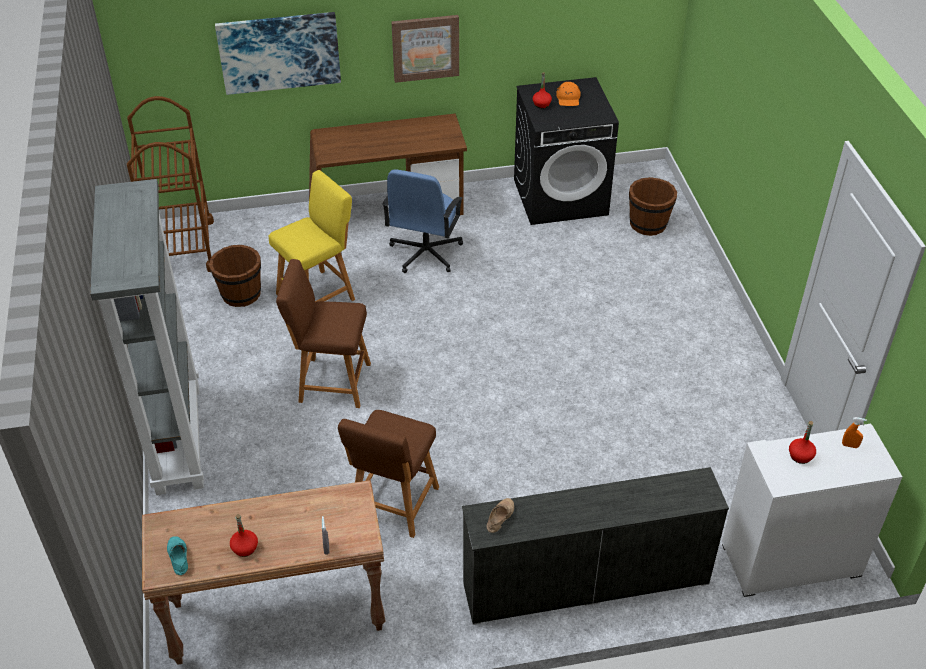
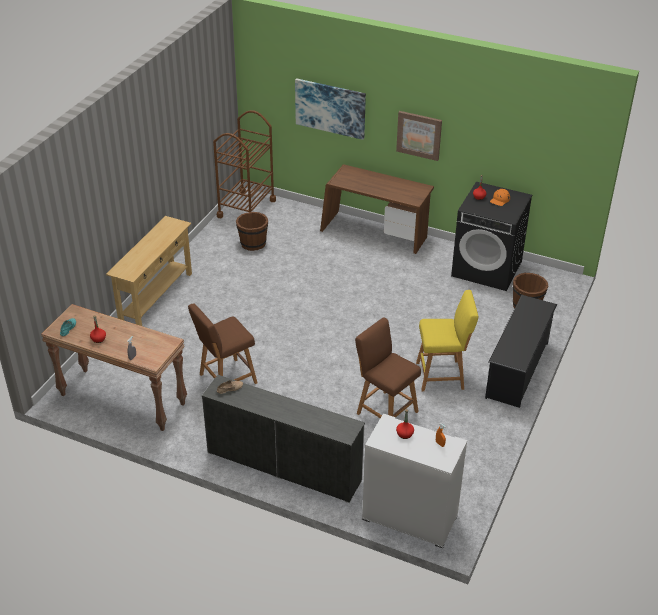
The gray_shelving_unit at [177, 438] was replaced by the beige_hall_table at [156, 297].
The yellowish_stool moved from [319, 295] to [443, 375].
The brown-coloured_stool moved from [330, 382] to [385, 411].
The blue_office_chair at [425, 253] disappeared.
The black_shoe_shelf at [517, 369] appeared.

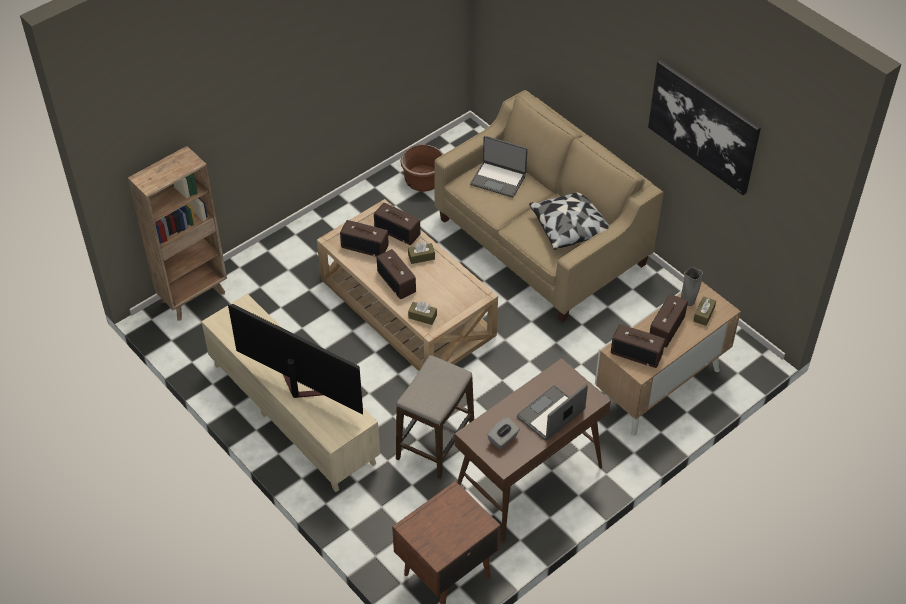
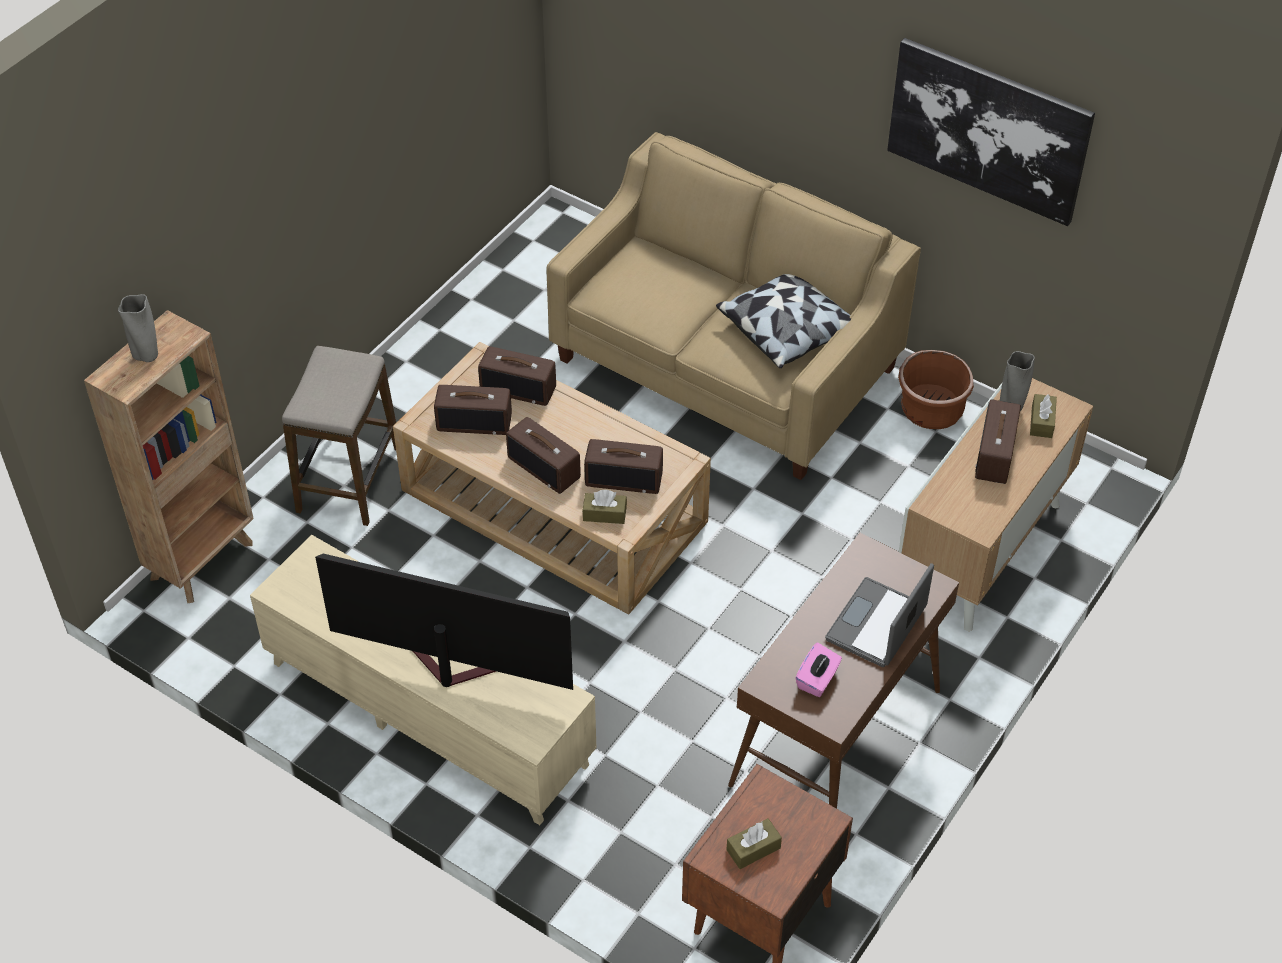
The stool moved from [435, 443] to [348, 480].
The brown-coloured_flower_pot moved from [423, 181] to [931, 410].
The brown-coloured_tissue_box moved from [421, 257] to [753, 849].
The laptop at [498, 179] disappeared.
The gray_tissue_box at [503, 439] became the pinkish_tissue_box at [817, 680].
The radio_set moved from [637, 353] to [624, 478].
The gray_decorative_vase at [146, 356] appeared.

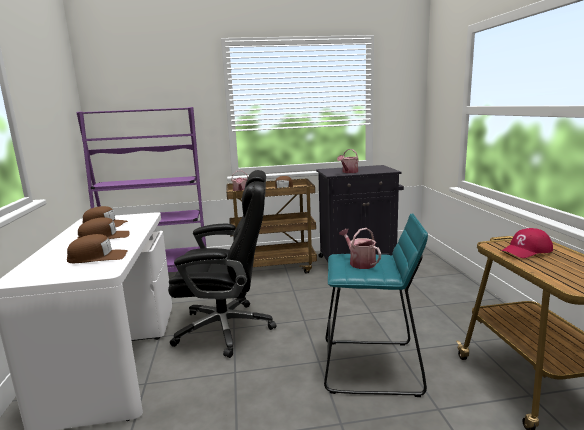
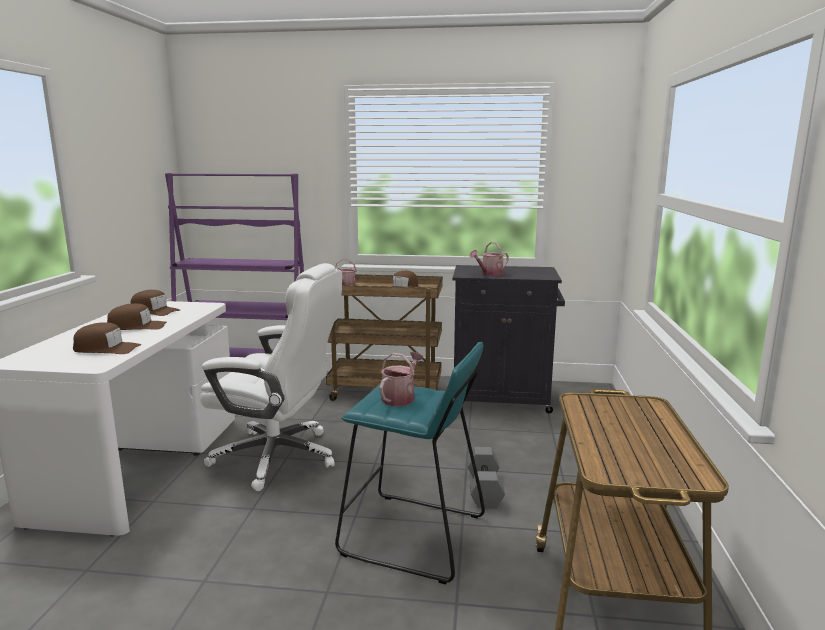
The black_office_chair at [227, 328] became the whitish_office_chair at [278, 457].
The sprinkling_can at [360, 263] turned 45 degrees clockwise.
The red_baseball_cap at [526, 250] disappeared.
The gray_free_weight at [483, 489] appeared.

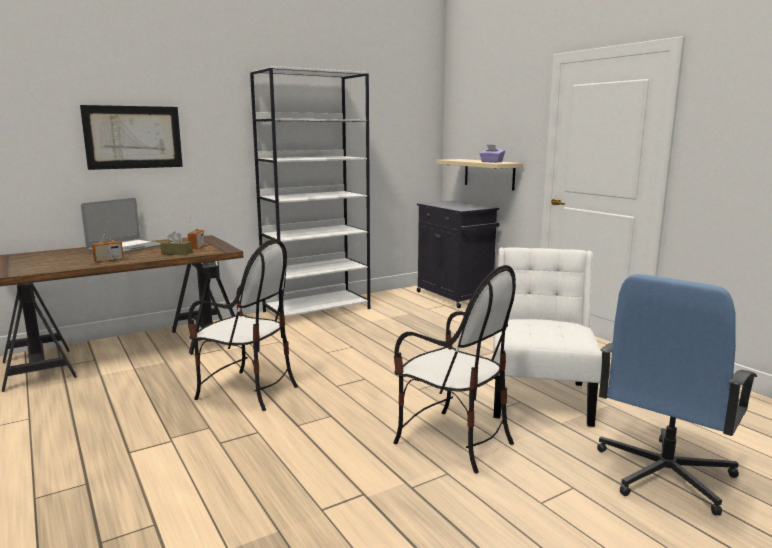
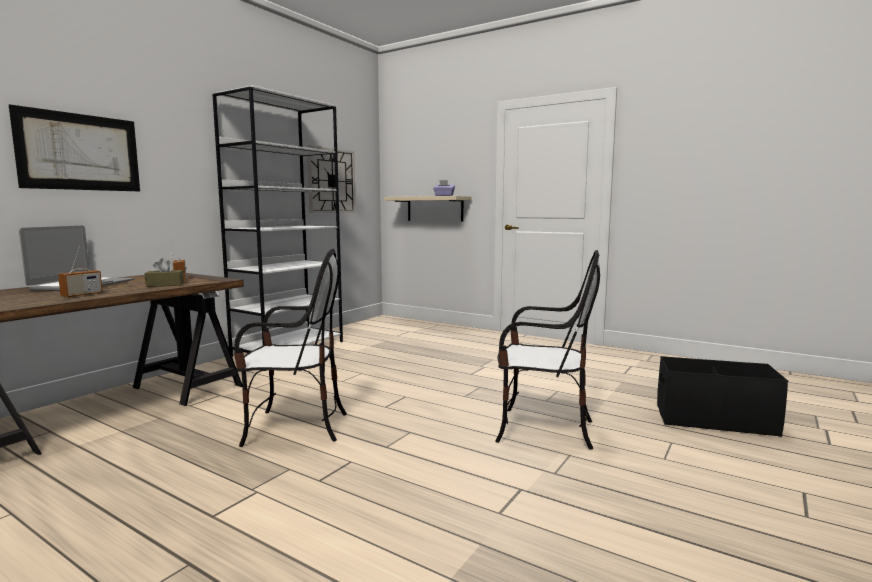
The black_cabinet at [455, 297] disappeared.
The whitish_plain_chair at [539, 397] disappeared.
The blue_office_chair at [663, 474] was replaced by the black_storage_container at [714, 420].
The clock_on_the_wall at [331, 181] appeared.

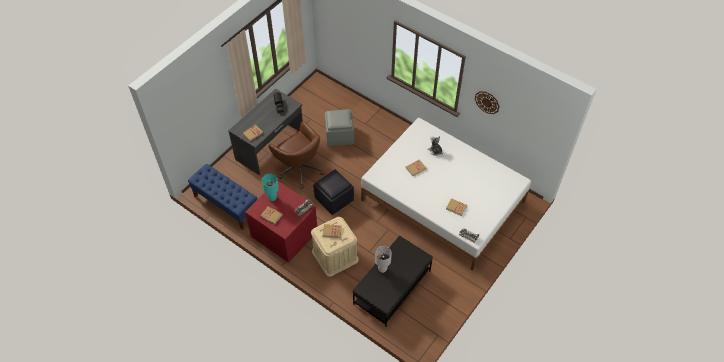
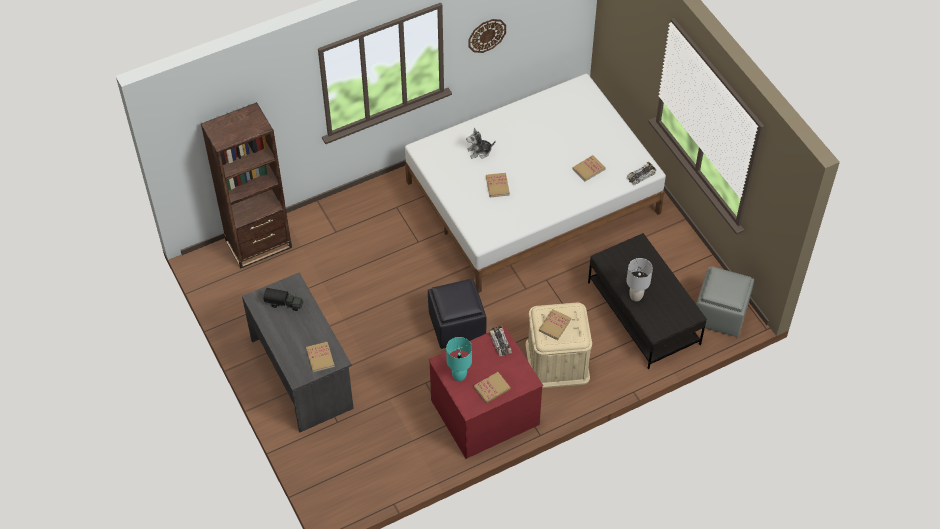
The blue_long_seat at [226, 204] disappeared.
The brown-coloured_office_chair at [300, 169] disappeared.
The gray_footrest moved from [340, 135] to [719, 313].
The brown-coloured_shelving_unit at [259, 244] appeared.

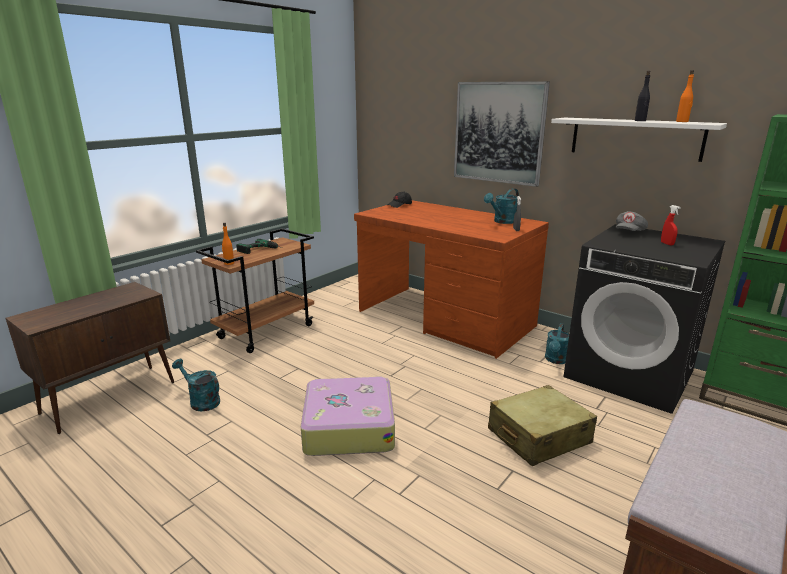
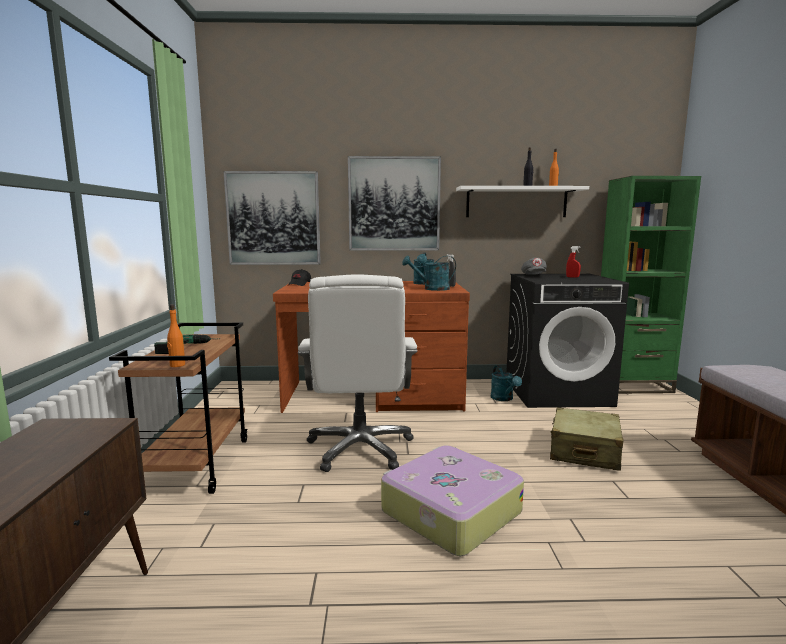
The turquoise-coloured_sprinkling_can moved from [201, 401] to [431, 289].
The wall_picture at [273, 218] appeared.
The whitish_office_chair at [360, 448] appeared.

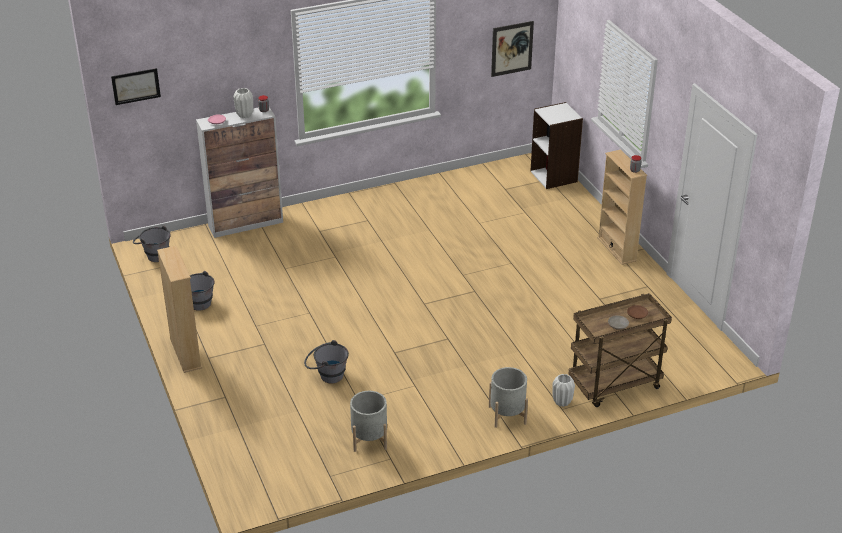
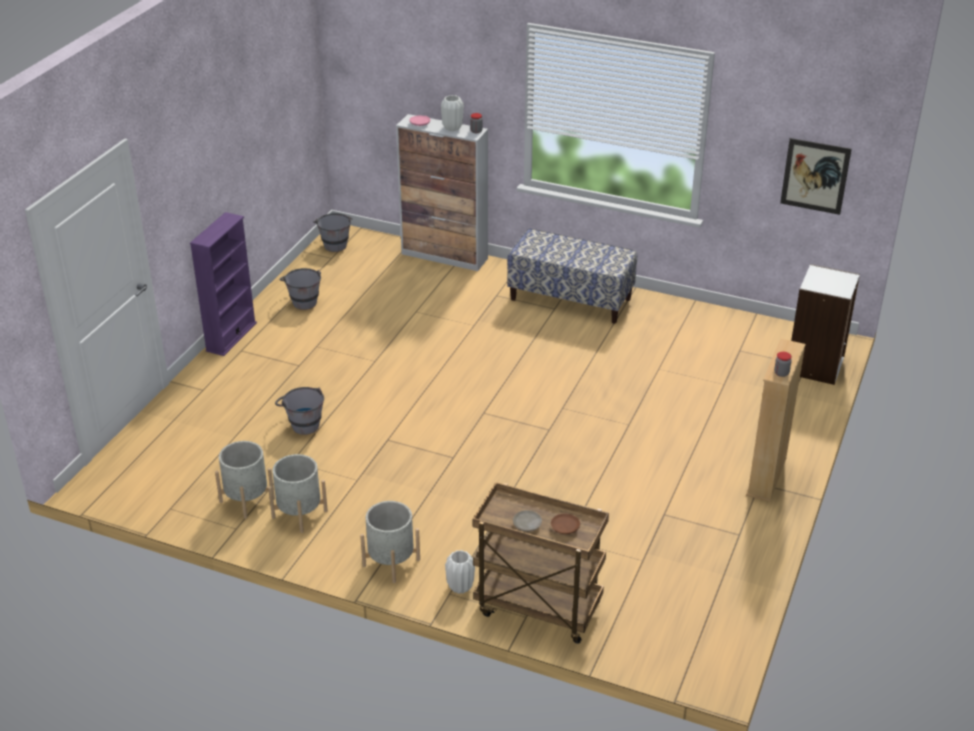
The wall_picture at [136, 86] disappeared.
The beige_shelving_unit at [185, 353] became the purplish_shelving_unit at [231, 337].
The gray_flower_pot at [299, 514] appeared.
The long_seat at [571, 299] appeared.

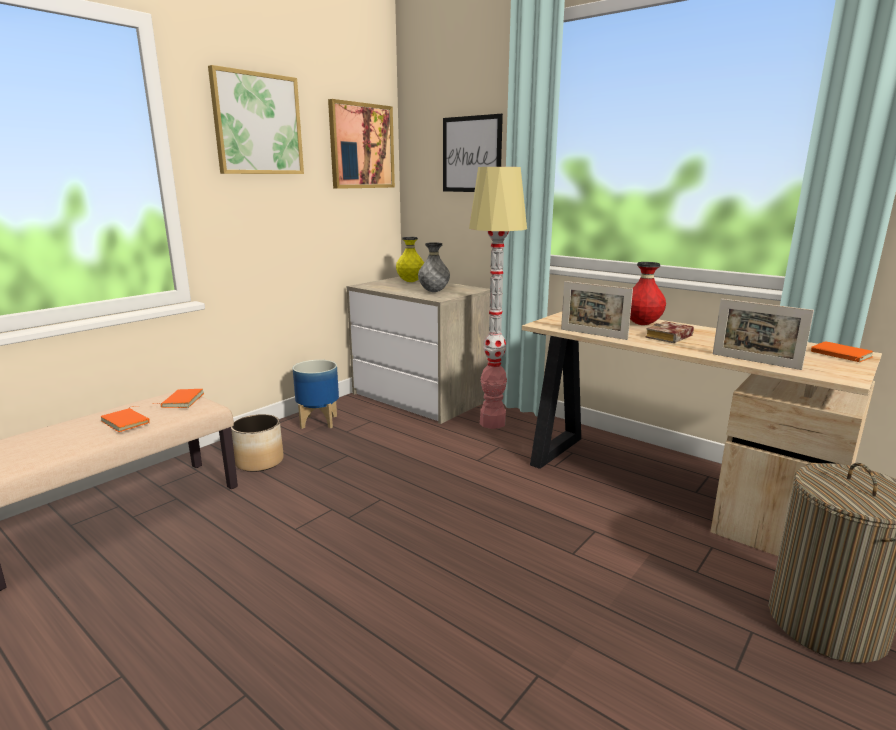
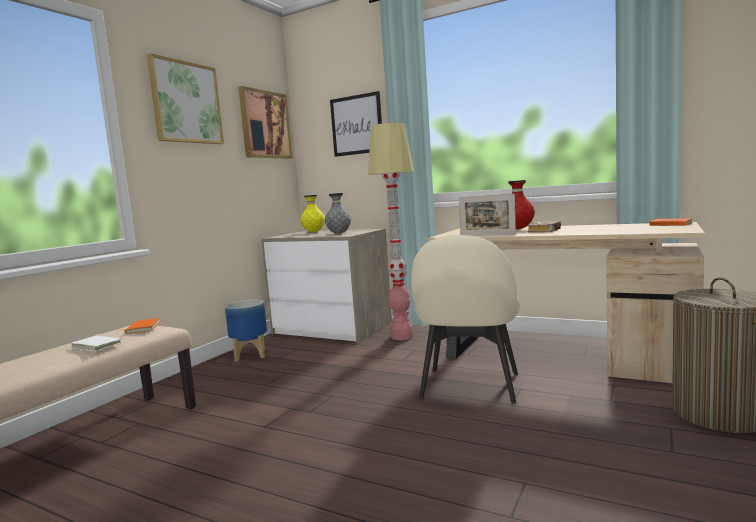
The orange-coloured_volume at [127, 422] became the whitish_volume at [98, 345].
The flower_pot at [260, 462] disappeared.
The photo_frame at [755, 361] disappeared.
The beige_plain_chair at [469, 387] appeared.

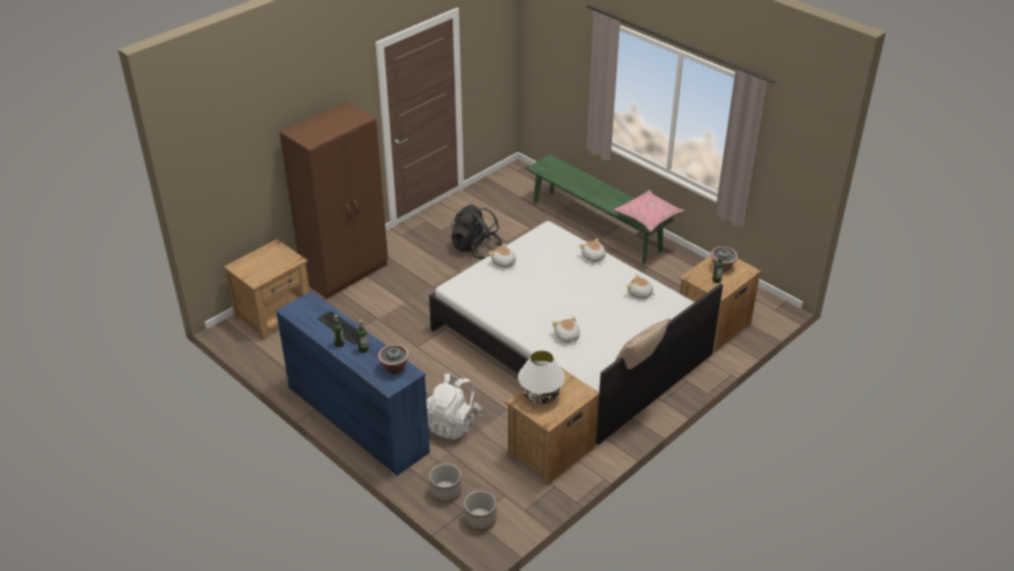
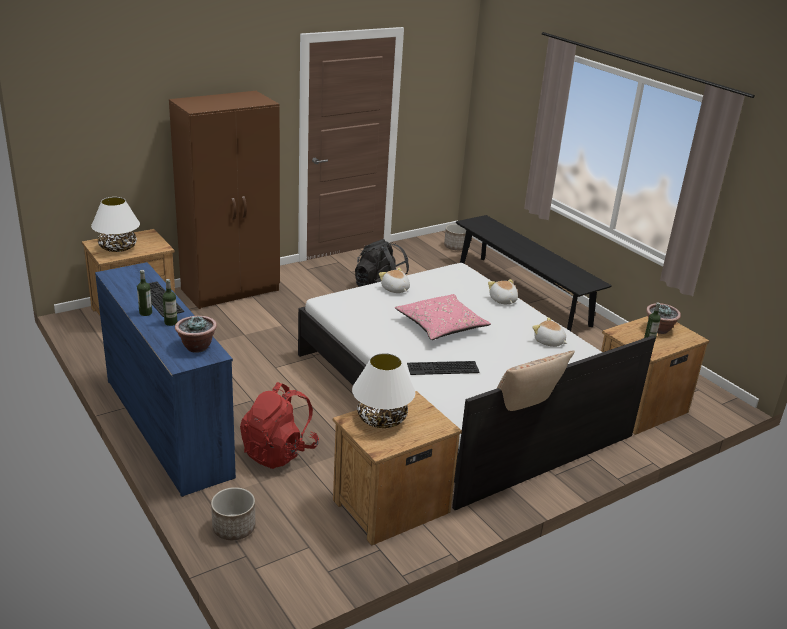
The whitish_backpack at [452, 423] became the red_backpack at [279, 452].
The flower_pot moved from [480, 520] to [455, 247].
The green-coloured_long_seat at [596, 226] became the black_long_seat at [522, 293].
The plush_toy at [566, 337] was replaced by the keyboard at [442, 369].
The pinkish_pillow moved from [648, 217] to [441, 326].
The whitish_lamp_for_a_table at [118, 247] appeared.

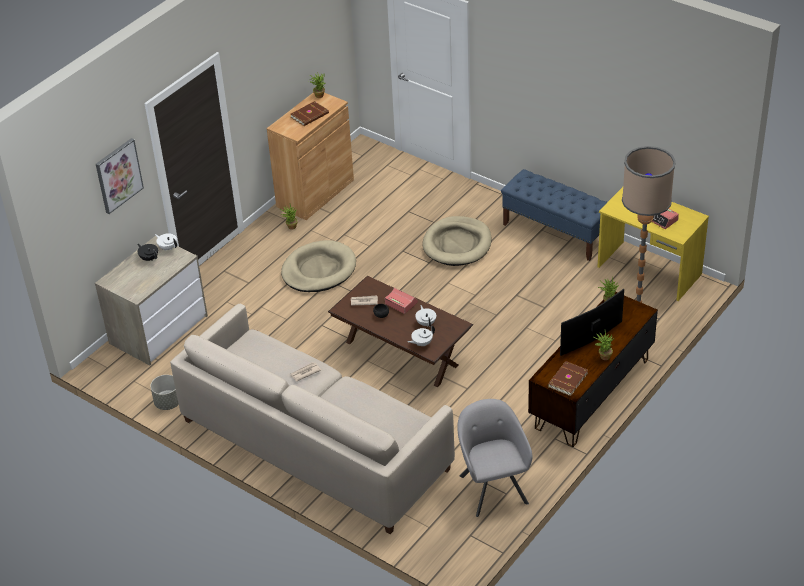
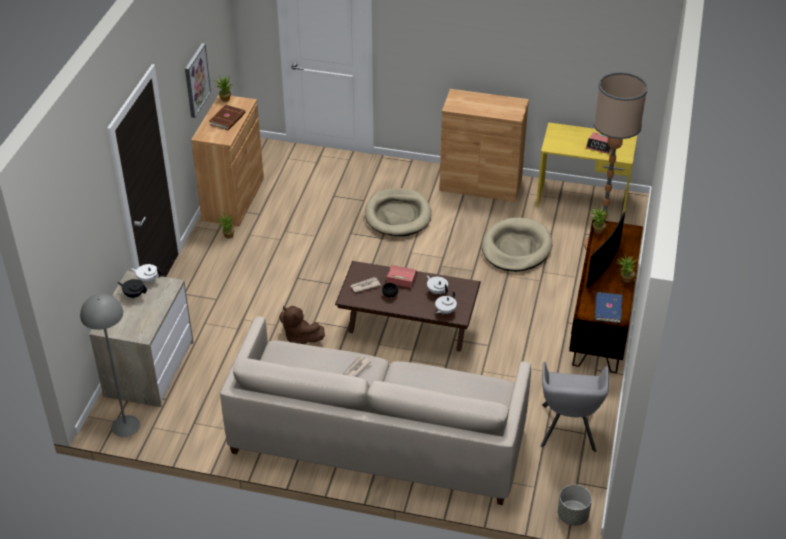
The wall_picture moved from [118, 175] to [196, 80].
The gray_flower_pot moved from [167, 403] to [572, 516].
The beige_pet_bed moved from [318, 270] to [516, 248].
The gray_armchair at [492, 486] turned 135 degrees counterclockwise.
The blue_long_seat at [556, 232] was replaced by the brown-coloured_cabinet at [480, 184].
The brown-coloured_volume at [567, 380] became the blue_volume at [607, 309].
The gray_standard_lamp at [125, 426] appeared.
The brown-coloured_plush_toy at [299, 338] appeared.

